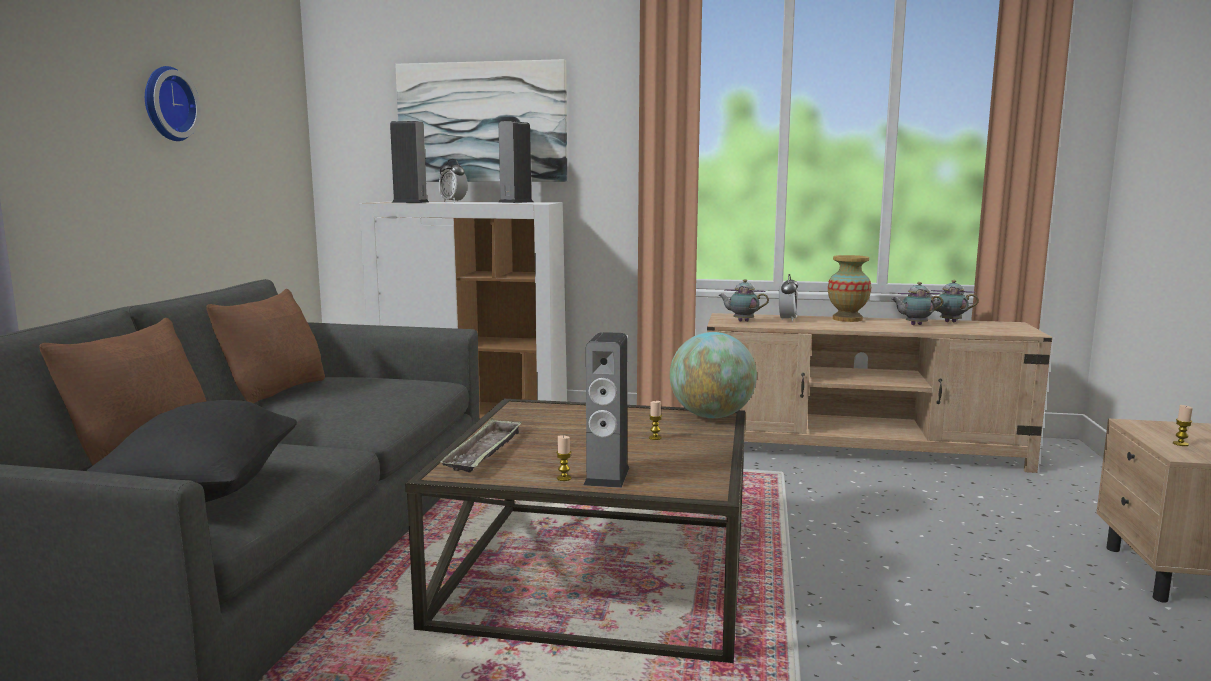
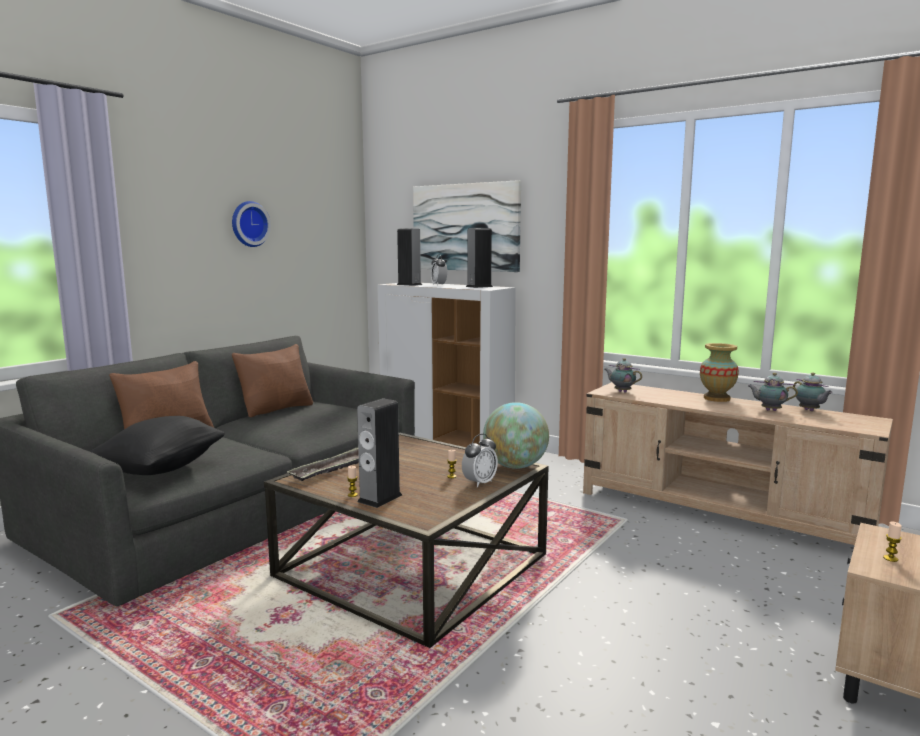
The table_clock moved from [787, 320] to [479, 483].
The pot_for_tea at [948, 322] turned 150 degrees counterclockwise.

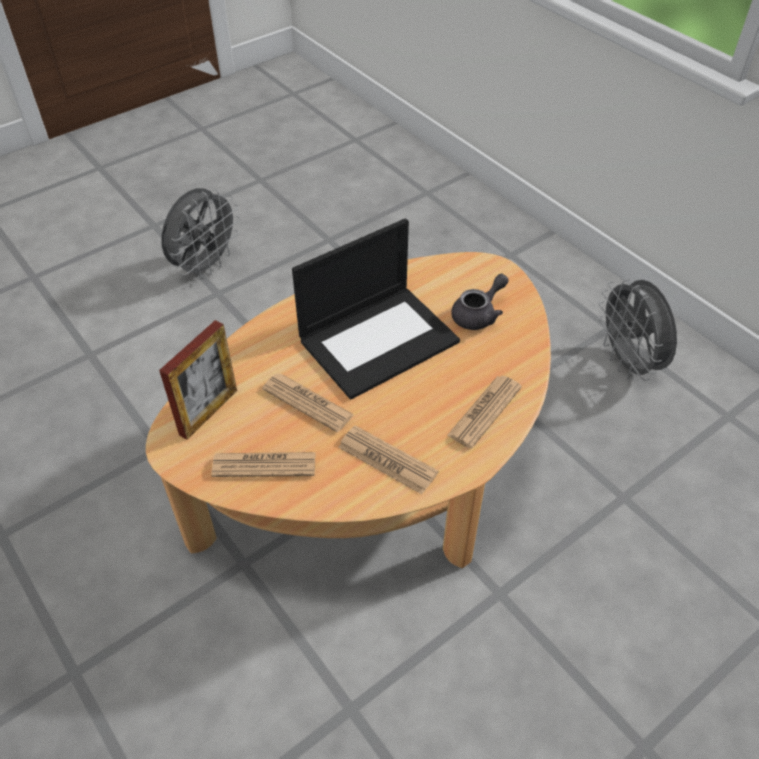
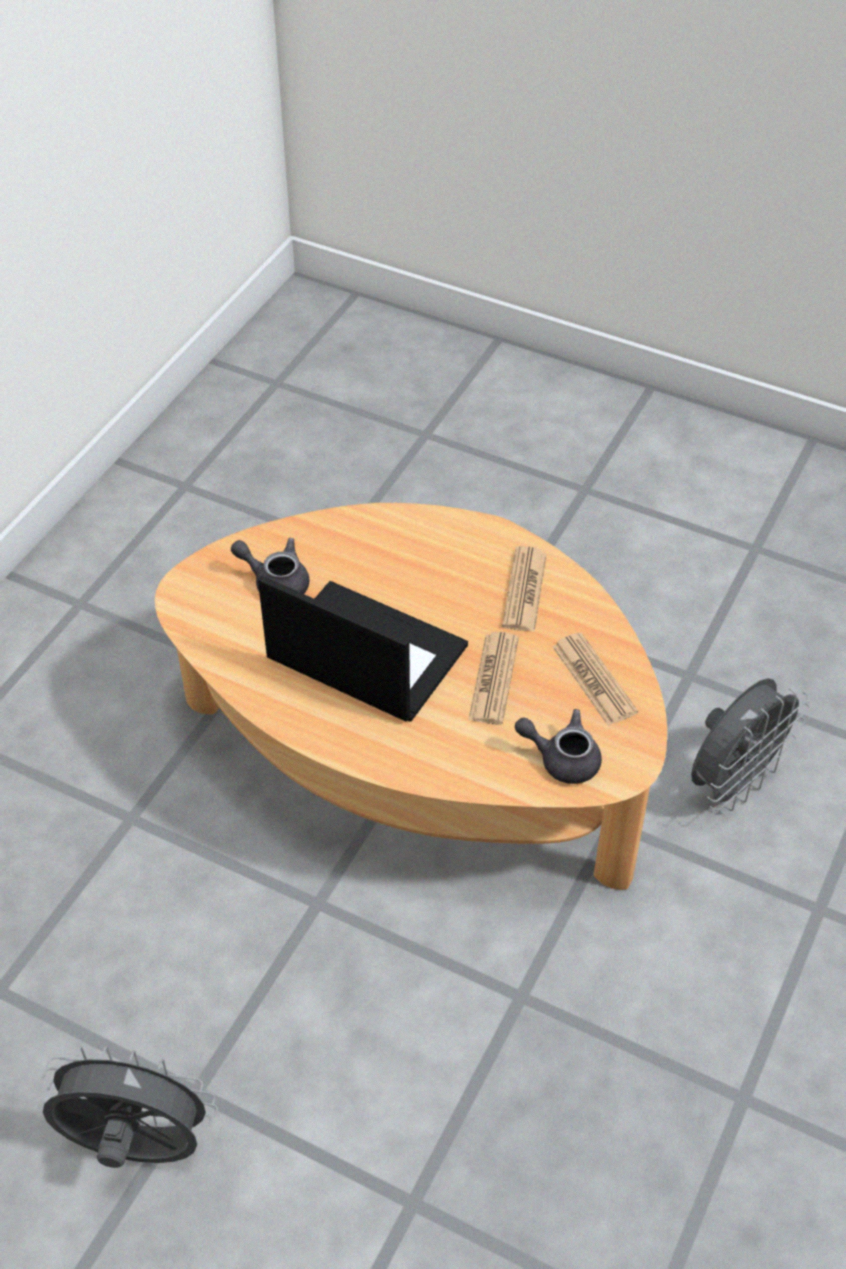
The photo_frame at [208, 412] was replaced by the gray_pot_for_tea at [561, 759].
The daily_paper at [485, 411] disappeared.
The gray_electric_fan moved from [628, 363] to [734, 783].

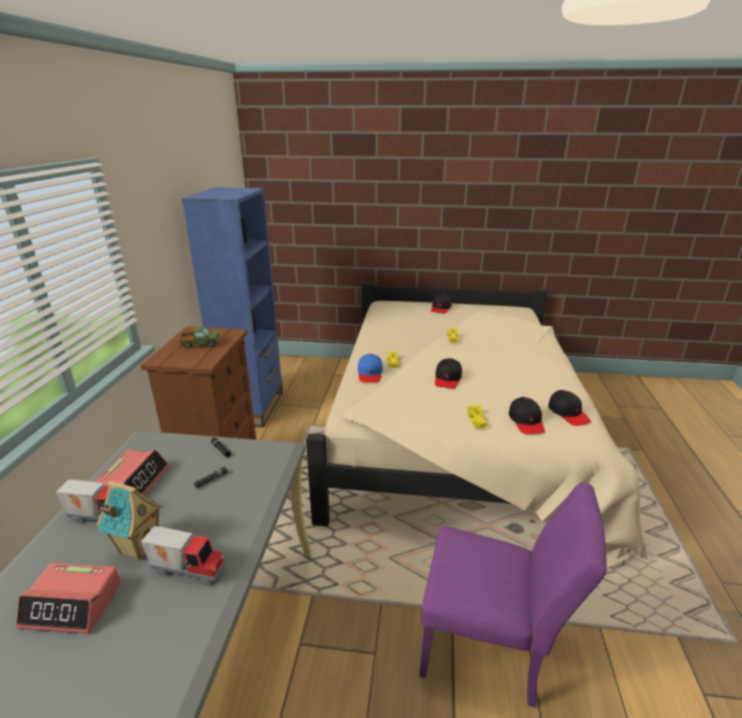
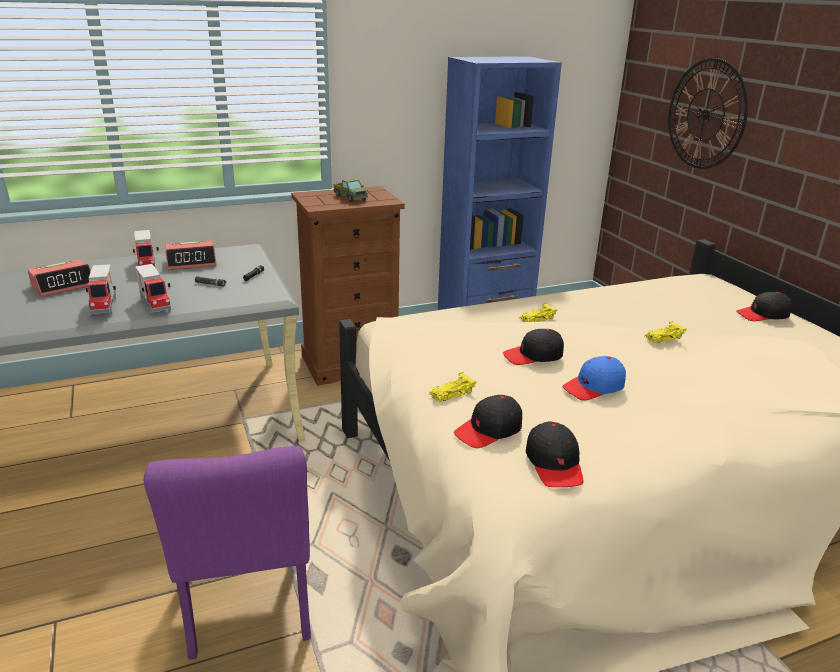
The table_clock at [73, 604] turned 105 degrees counterclockwise.
The miniature_house at [138, 546] disappeared.
The blue_baseball_cap moved from [370, 374] to [594, 387].
The black_baseball_cap at [568, 413] turned 45 degrees counterclockwise.
The model_truck at [156, 305] appeared.
The clock_on_the_wall at [705, 114] appeared.

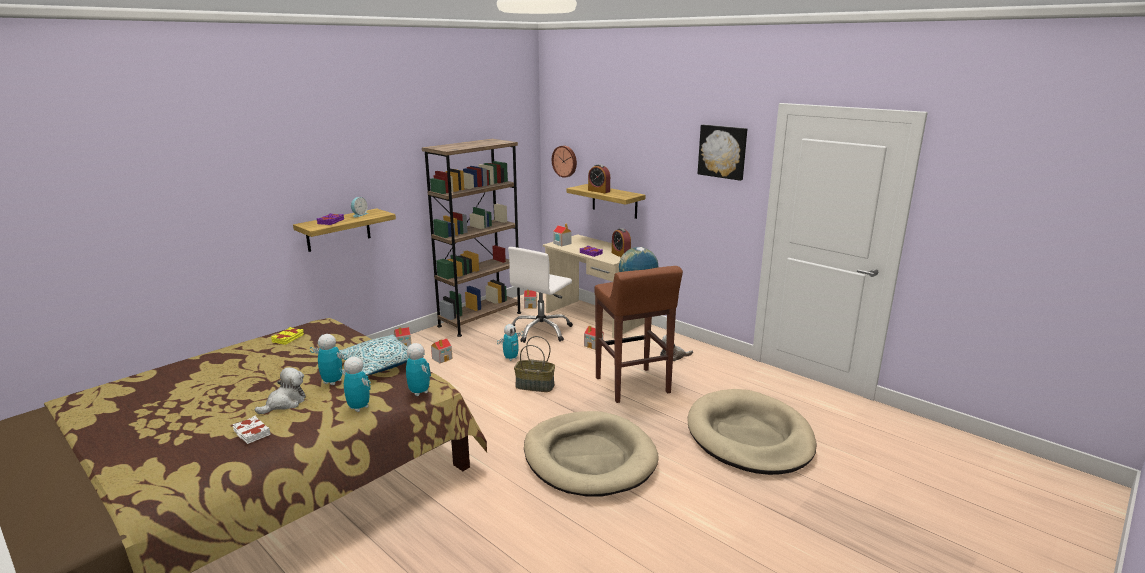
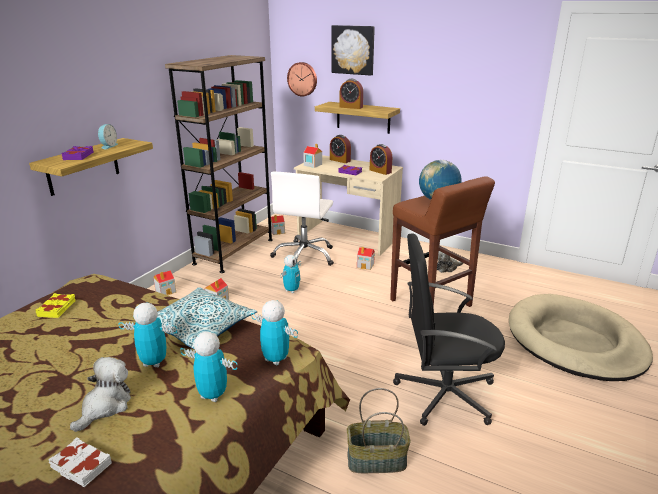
The storage_basket moved from [534, 386] to [376, 461].
The beige_pet_bed at [589, 458] was replaced by the black_office_chair at [443, 393].
The wall_picture moved from [723, 151] to [353, 50].
The table_clock at [340, 160] appeared.

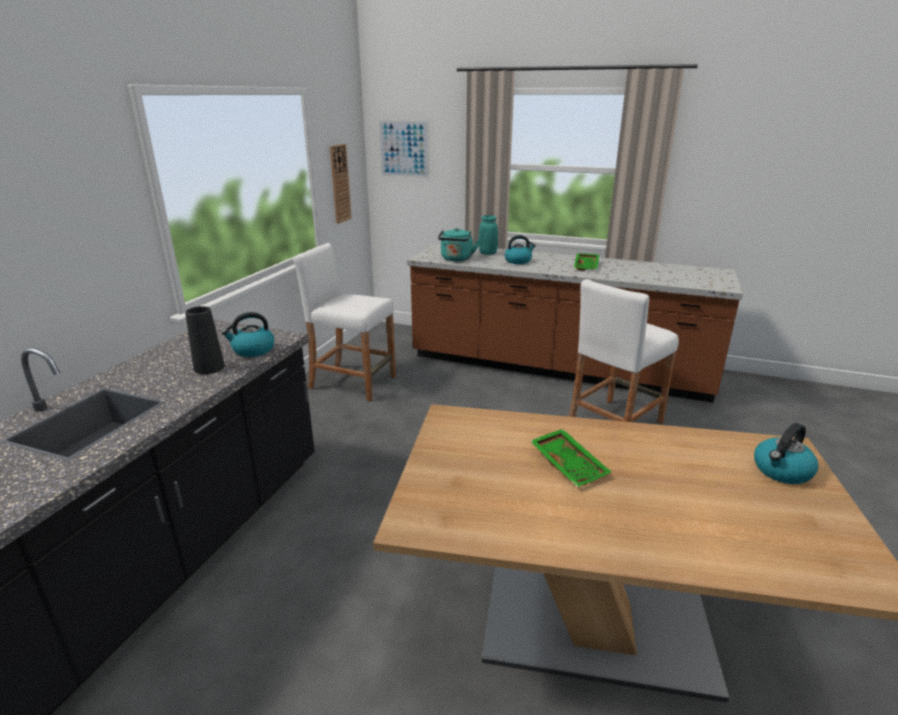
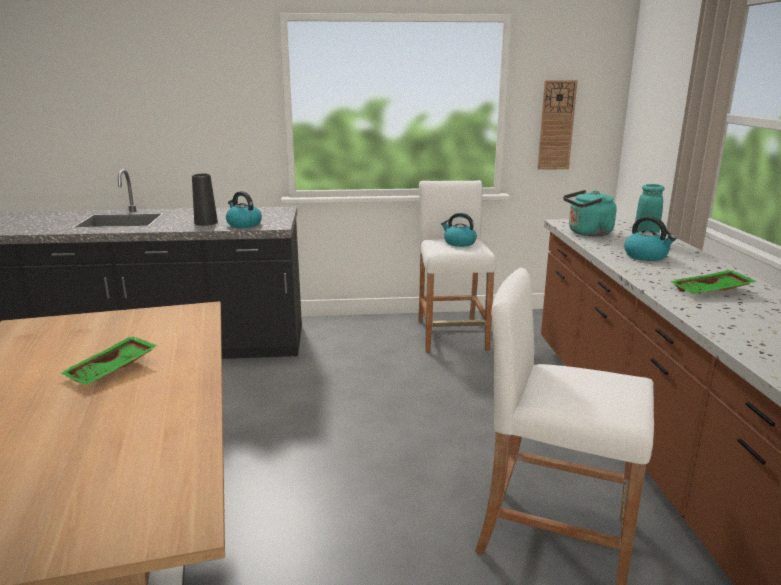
The wall_picture at [404, 149] disappeared.
The kettle moved from [781, 471] to [459, 243].

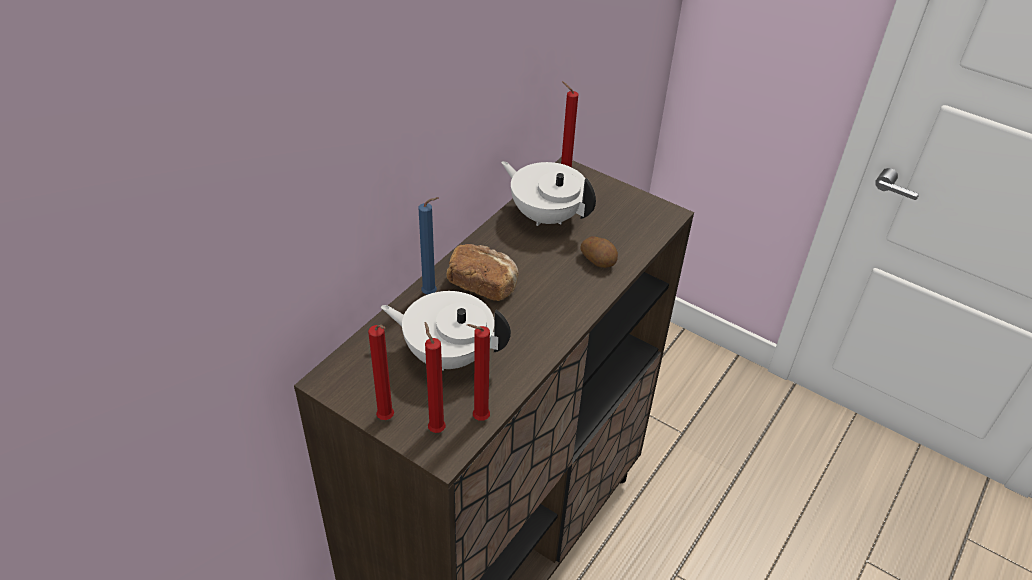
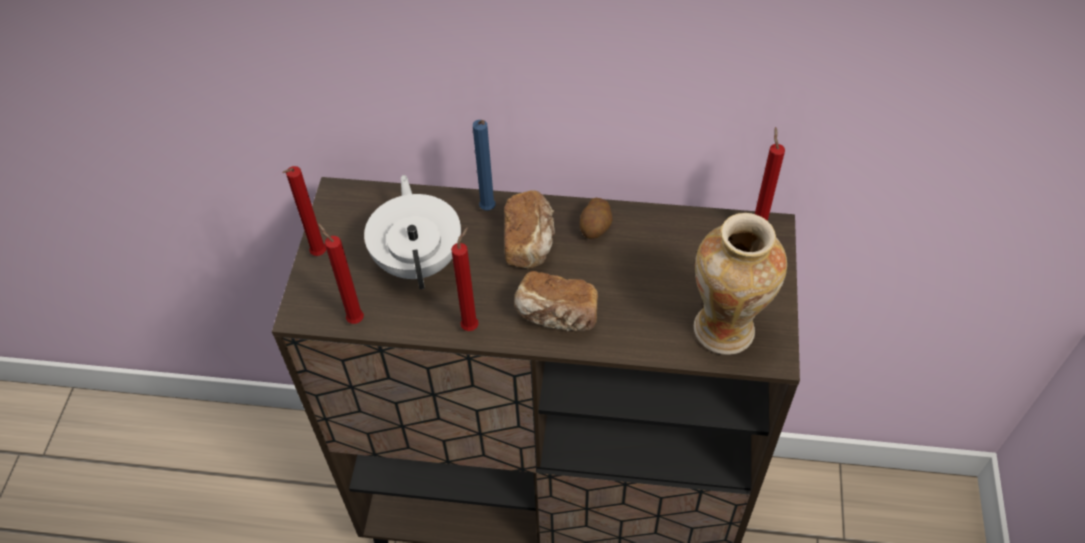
The red_wax_candle moved from [435, 428] to [472, 325].
The whitish_pot_for_tea at [546, 215] disappeared.
The potato moved from [599, 260] to [596, 227].
The bread at [557, 316] appeared.
The decorative_vase at [726, 329] appeared.

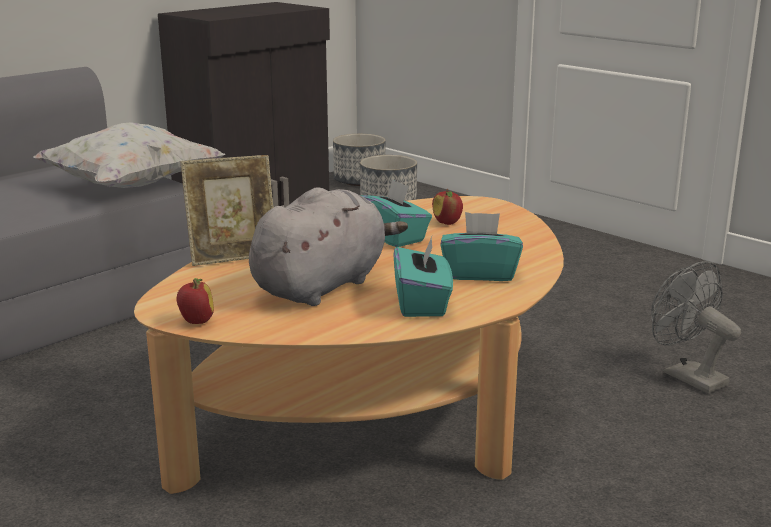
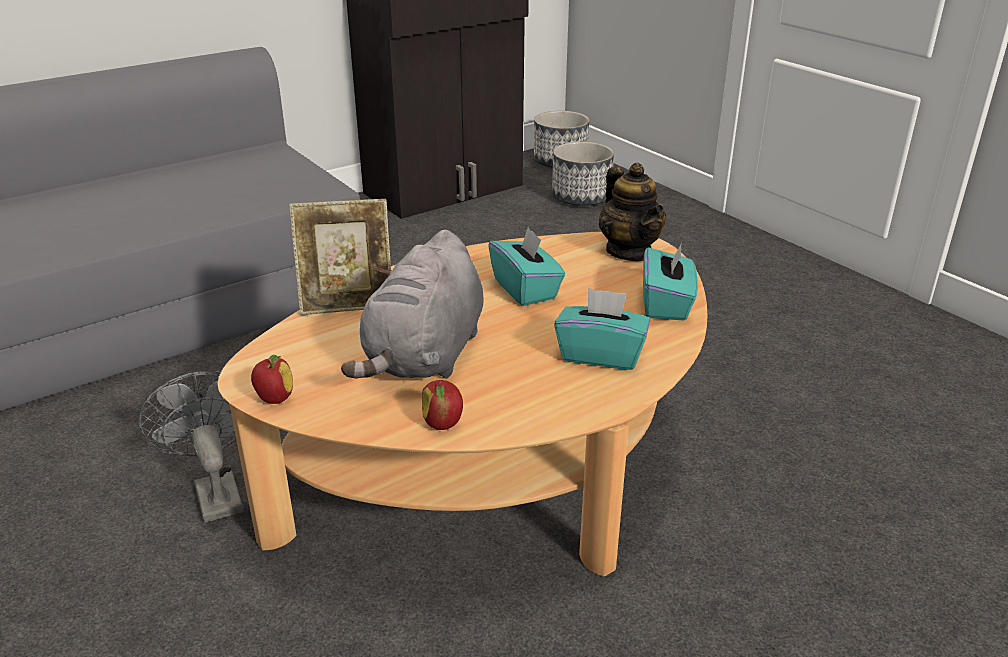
The whitish_pillow at [132, 186] disappeared.
The gray_plush_toy at [323, 285] turned 150 degrees clockwise.
The turquoise-coloured_tissue_box moved from [422, 303] to [666, 304].
The apple moved from [447, 223] to [443, 424].
The gray_electric_fan moved from [686, 376] to [215, 491].
The pot_for_tea at [629, 252] appeared.

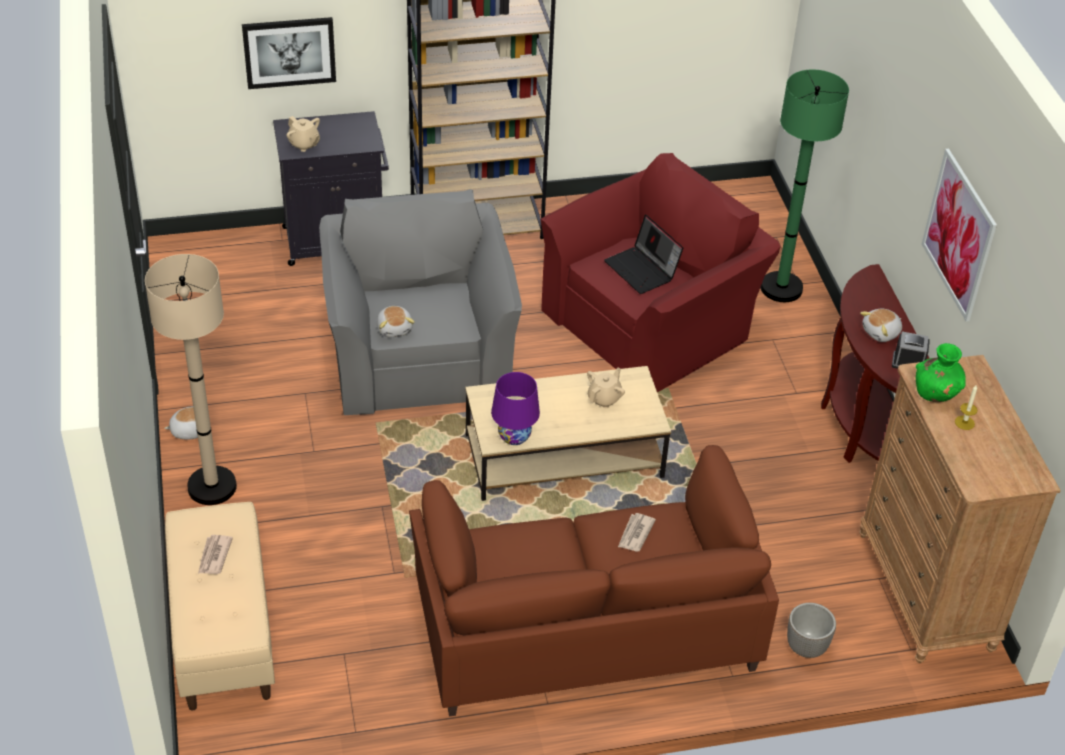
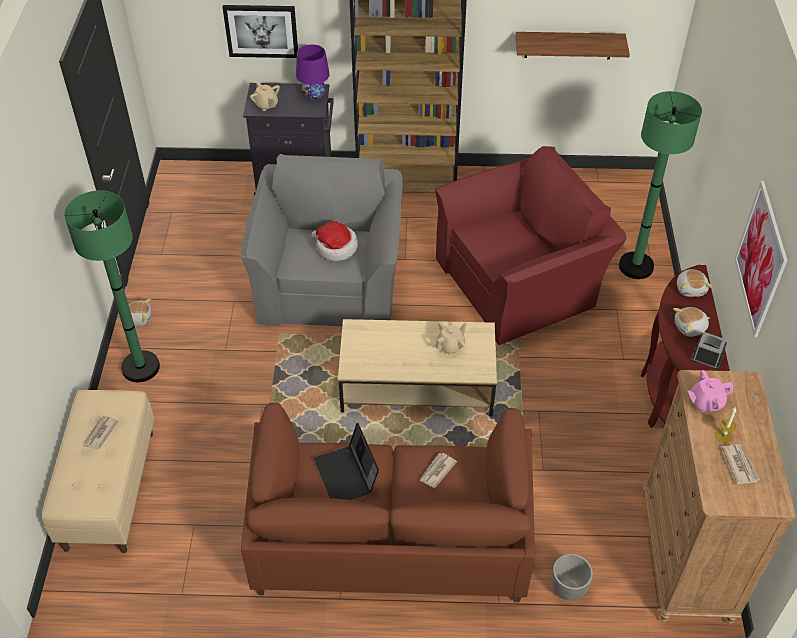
The beige_standard_lamp at [212, 487] became the green-coloured_standard_lamp at [140, 367].
The plush_toy moved from [395, 328] to [691, 288].
The purplish_lamp_for_a_table moved from [514, 436] to [313, 94].
The laptop moved from [642, 270] to [347, 475].
The green-coloured_decorative_vase at [936, 393] was replaced by the pinkish_pot_for_tea at [705, 402].
The hat at [335, 247] appeared.
The wall_shelf at [568, 45] appeared.
The daily_paper at [739, 464] appeared.

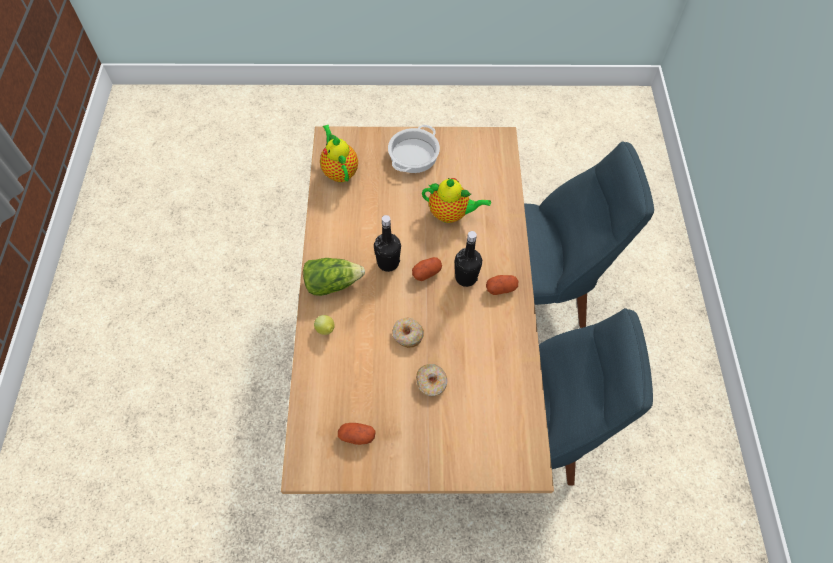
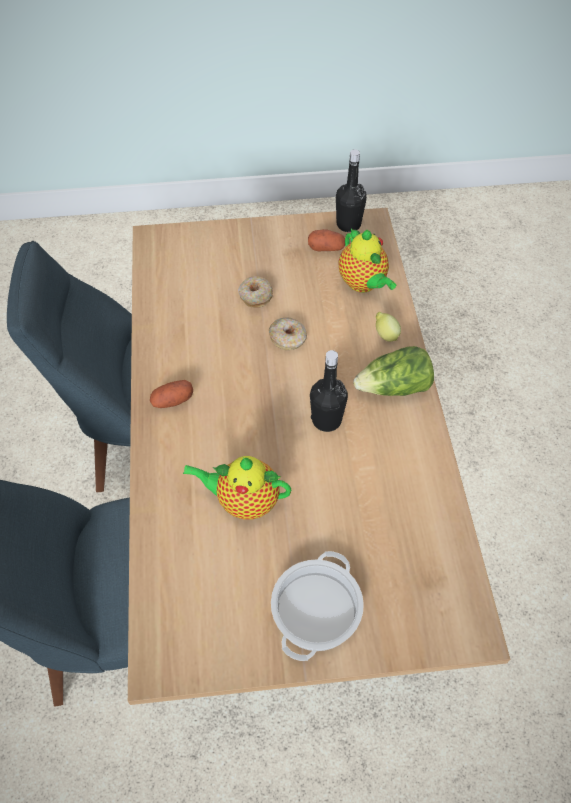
The pot_for_tea moved from [339, 171] to [363, 284].
The potato at [426, 272] disappeared.
The black_drink_bottle moved from [466, 277] to [348, 224].

